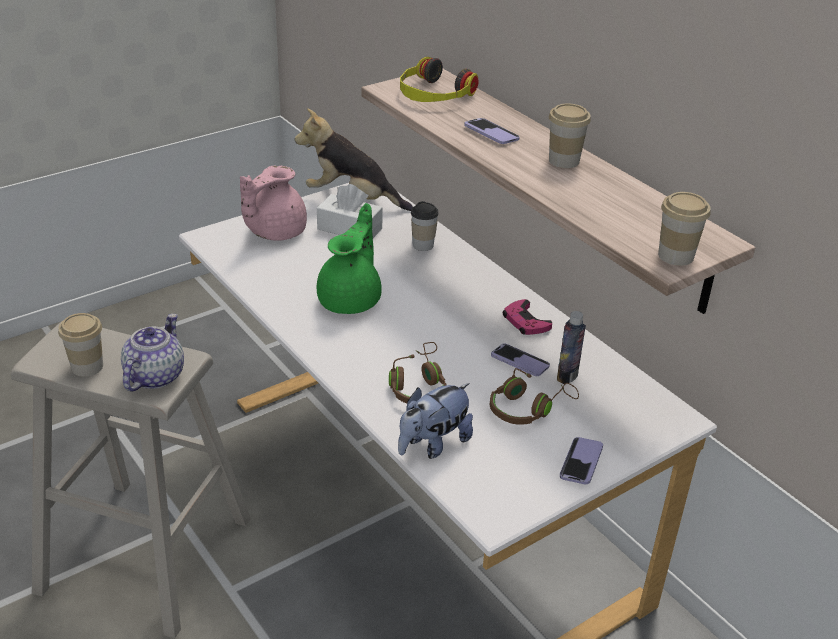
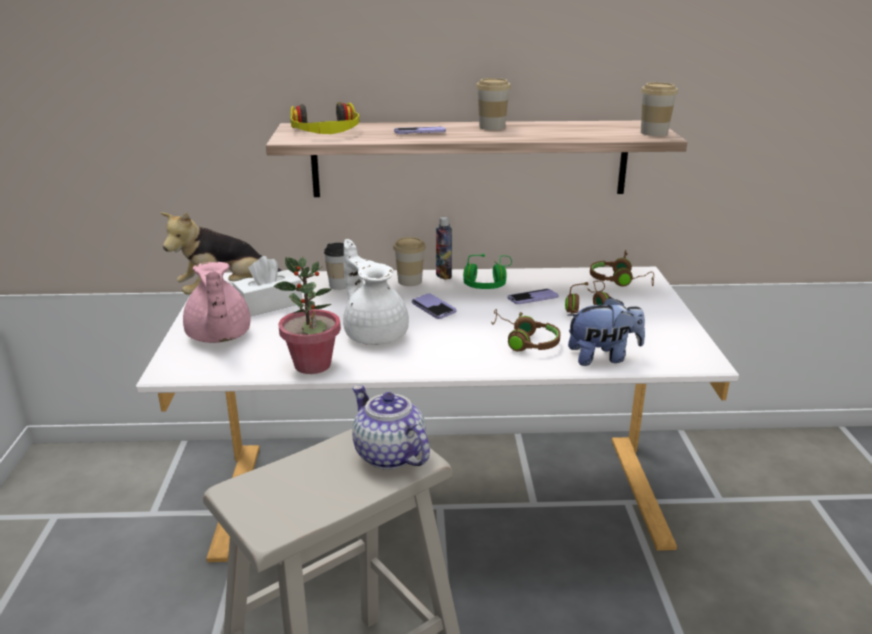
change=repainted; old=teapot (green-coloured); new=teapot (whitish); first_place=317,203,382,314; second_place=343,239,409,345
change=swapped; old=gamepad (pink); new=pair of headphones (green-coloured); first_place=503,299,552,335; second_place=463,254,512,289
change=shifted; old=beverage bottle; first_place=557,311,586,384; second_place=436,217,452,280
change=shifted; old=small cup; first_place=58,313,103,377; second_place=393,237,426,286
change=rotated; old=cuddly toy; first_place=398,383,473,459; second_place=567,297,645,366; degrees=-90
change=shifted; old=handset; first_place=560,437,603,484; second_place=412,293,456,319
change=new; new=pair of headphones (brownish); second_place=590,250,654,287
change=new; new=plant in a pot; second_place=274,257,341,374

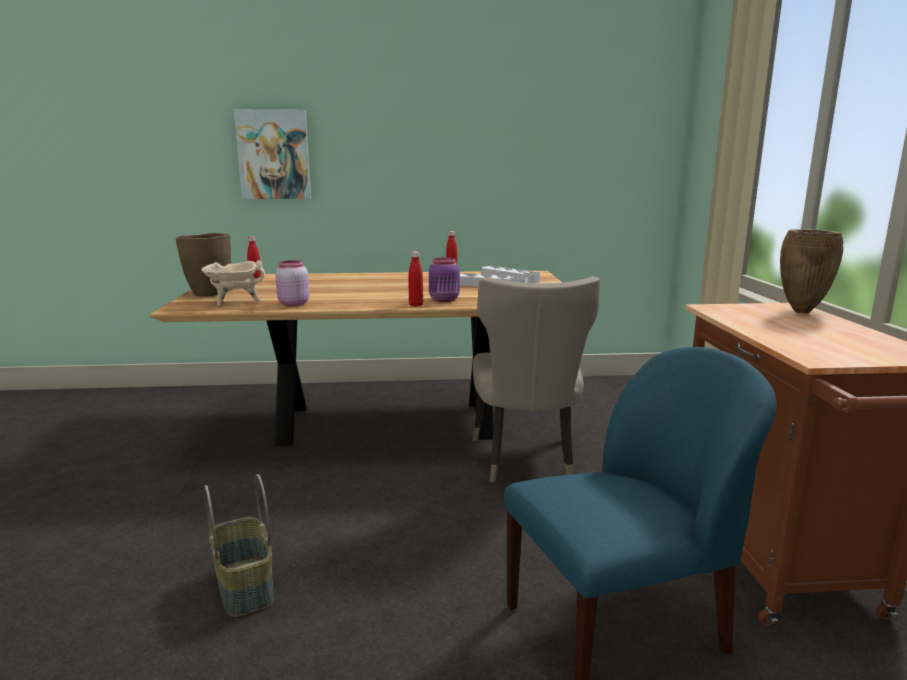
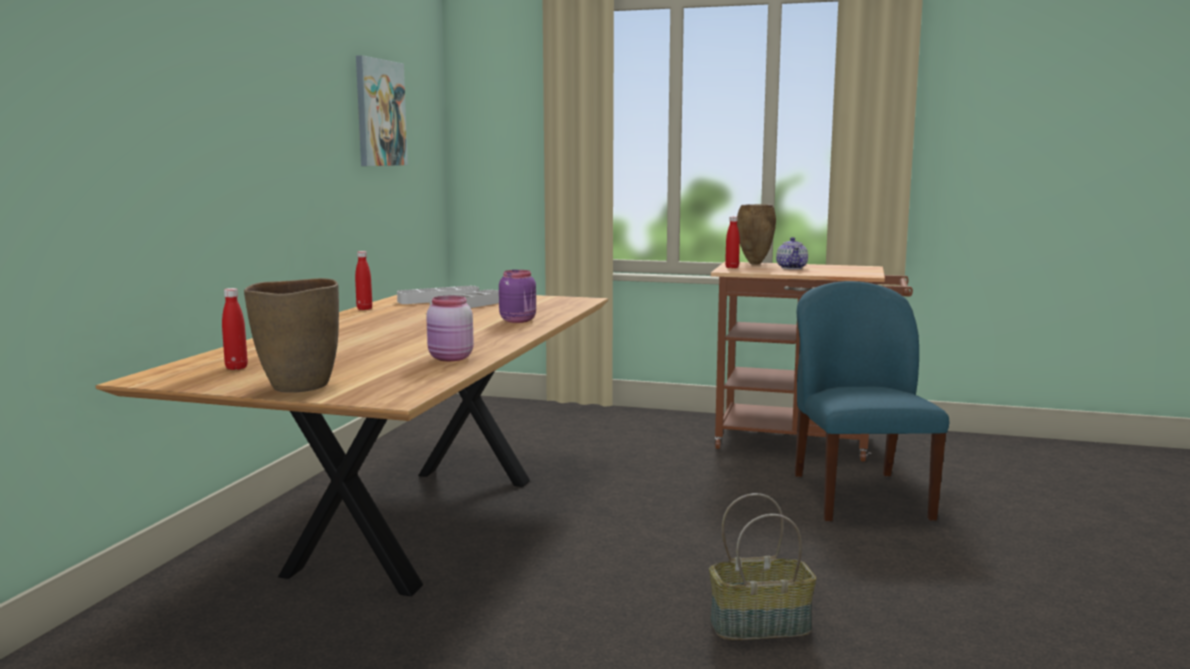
change=shifted; old=picture; first_place=234,109,311,199; second_place=356,55,408,166
change=shifted; old=beverage bottle (red-coloured); first_place=408,251,423,306; second_place=725,216,740,268
change=gone; old=cooking pot (beige-coloured); first_place=202,260,265,307
change=gone; old=chair (beige-coloured); first_place=473,276,600,482
change=new; new=teapot; second_place=776,237,808,269

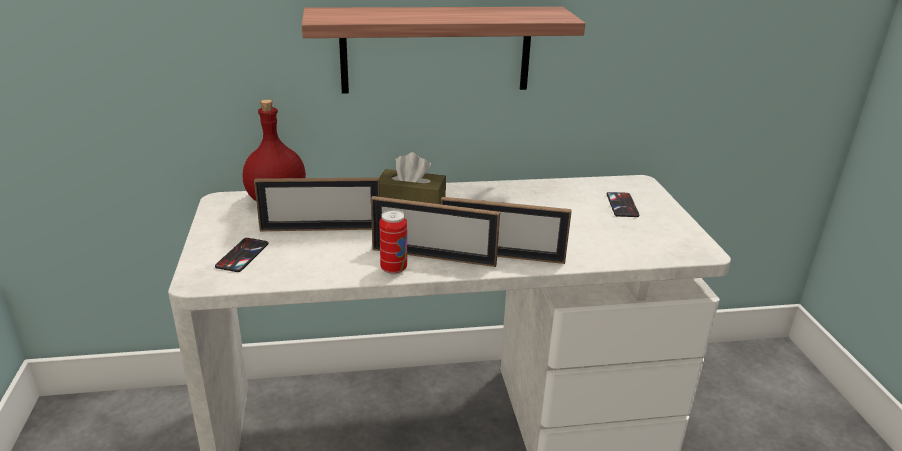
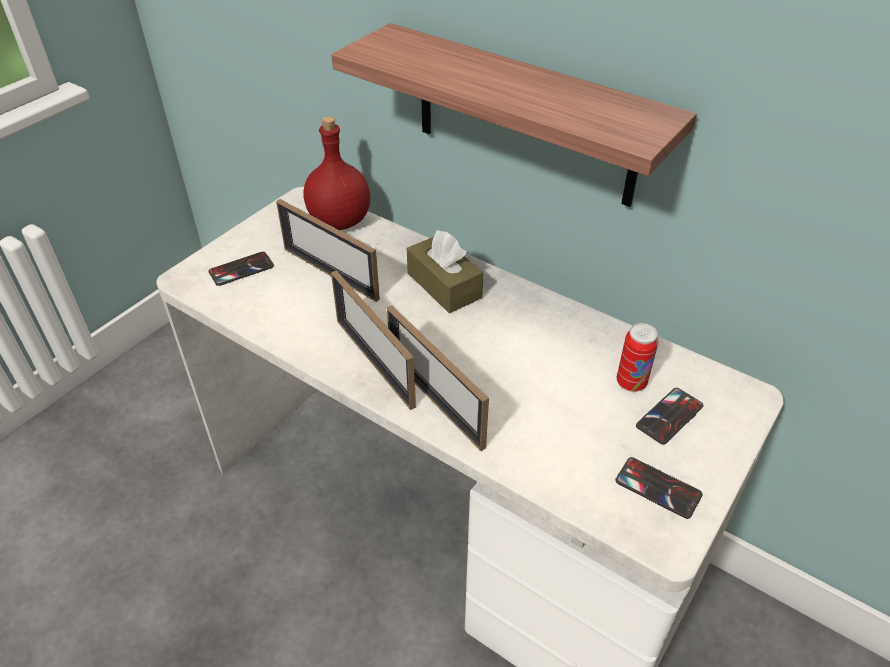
change=shifted; old=metal can; first_place=379,210,407,274; second_place=617,323,658,392
change=new; new=handset; second_place=615,457,702,519

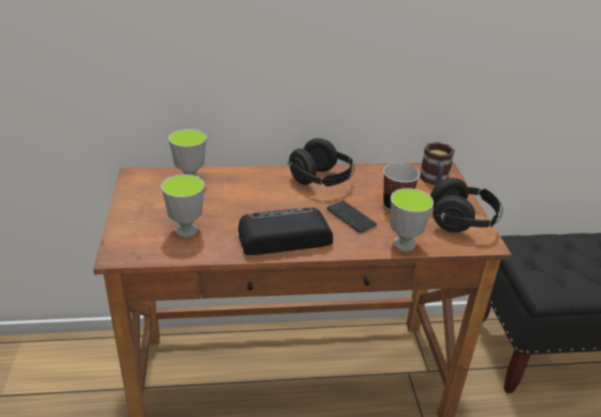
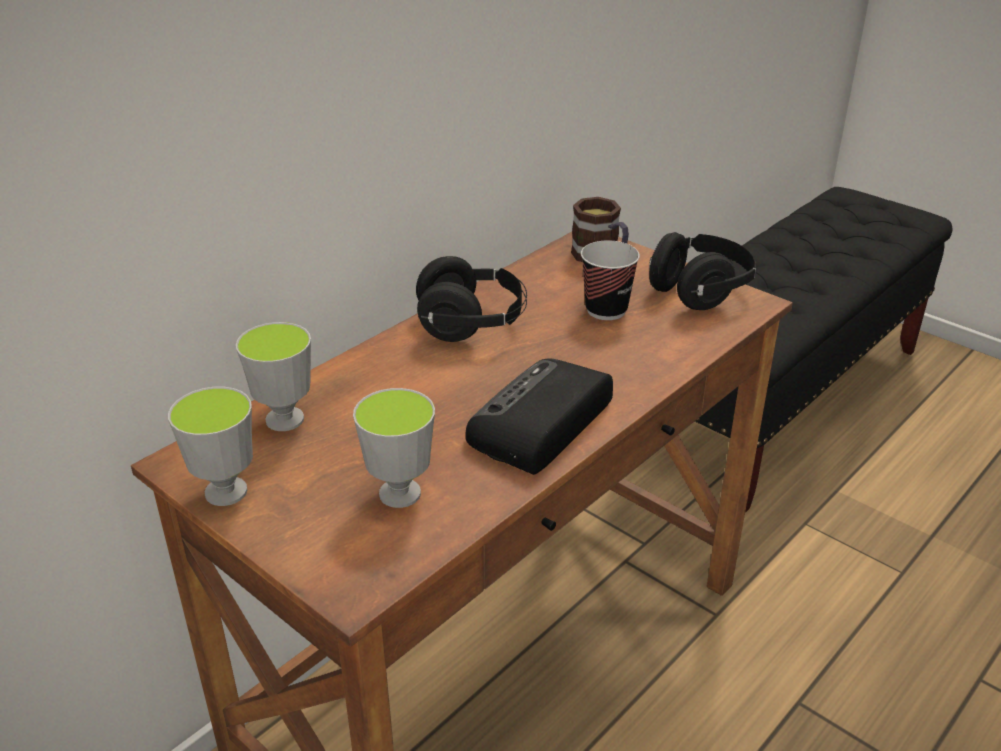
change=shifted; old=small cup; first_place=390,188,434,251; second_place=168,387,253,506
change=gone; old=handset; first_place=327,200,377,233

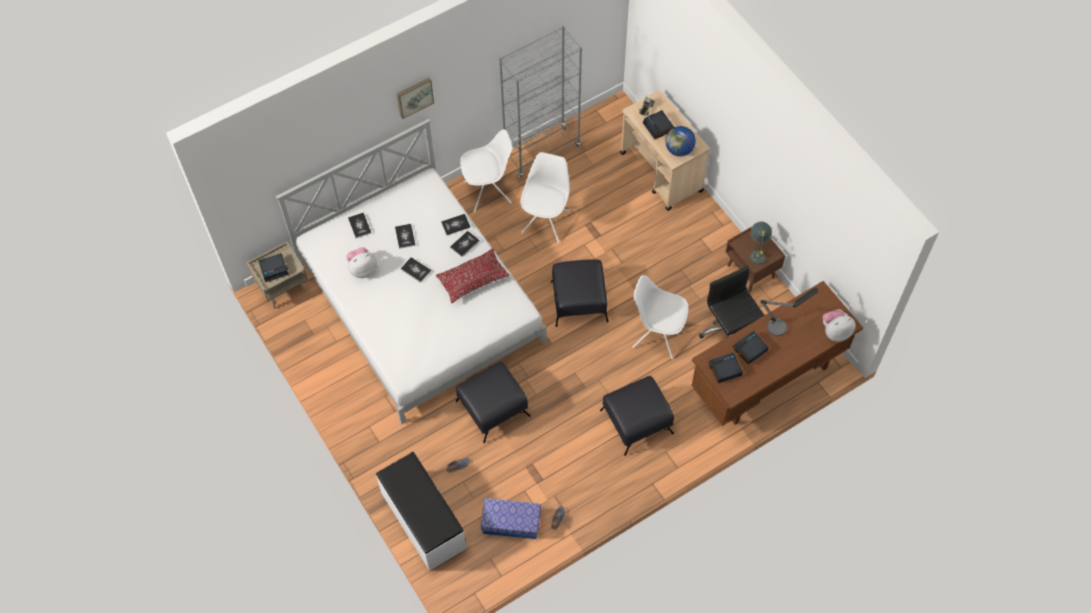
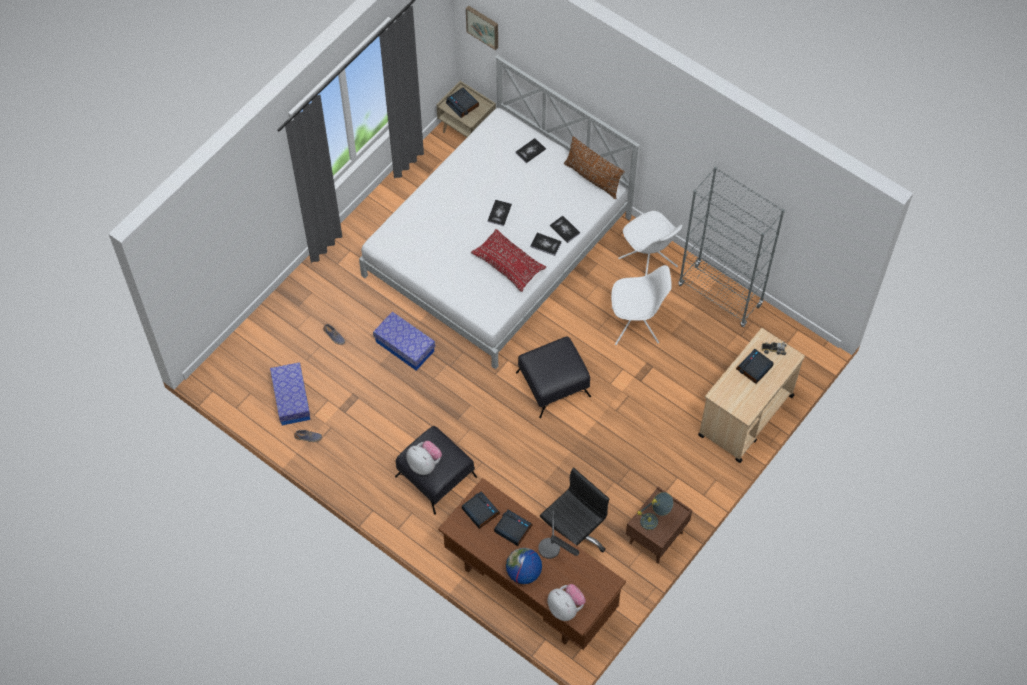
change=shifted; old=picture; first_place=397,78,434,119; second_place=466,6,498,50
change=shifted; old=world globe; first_place=665,126,696,156; second_place=506,548,542,584
change=gone; old=bound book; first_place=395,224,416,249
change=shifted; old=cuddly toy; first_place=346,247,377,278; second_place=406,441,442,475
change=gone; old=chair (whitish); first_place=632,275,688,359
change=swapped; old=ottoman (black); new=storage container; first_place=456,362,531,443; second_place=373,312,435,371
change=gone; old=indoor bench (whitish); first_place=376,452,467,571
change=new; new=cushion (brownish); second_place=564,136,625,199

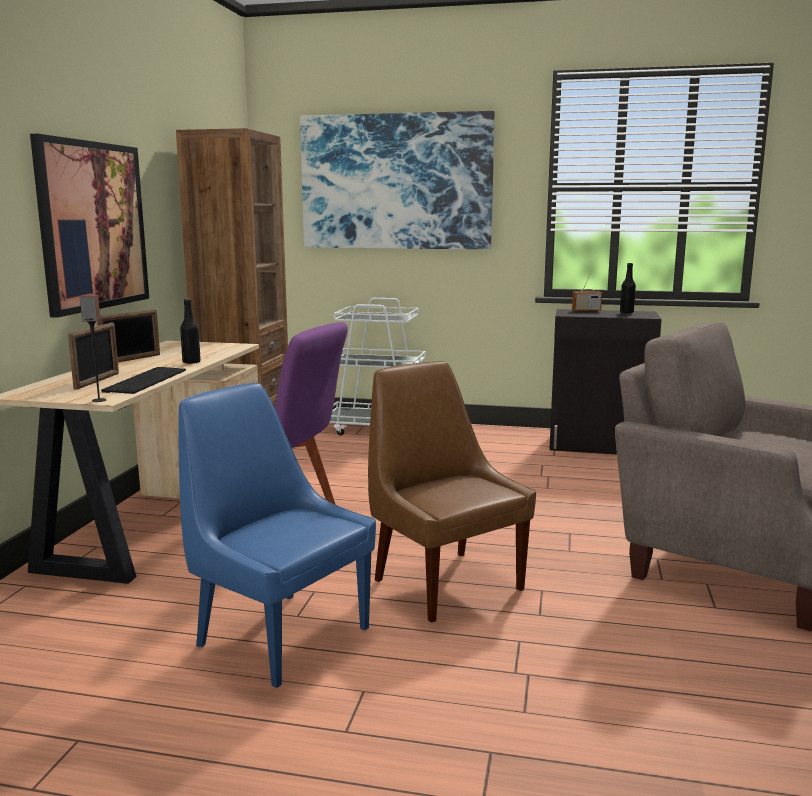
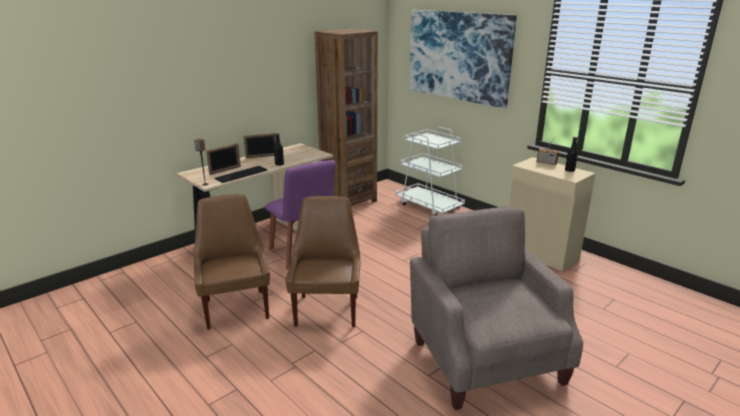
change=gone; old=picture; first_place=30,134,149,318
change=repainted; old=cupboard (black); new=cupboard (beige-coloured); first_place=550,309,662,454; second_place=509,157,596,271
change=repainted; old=chair (blue); new=chair (brownish); first_place=178,383,376,688; second_place=194,194,270,330

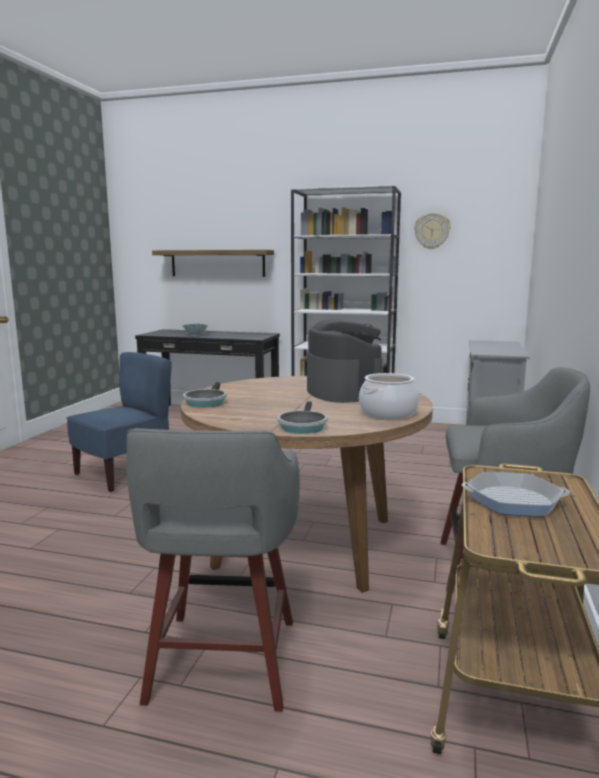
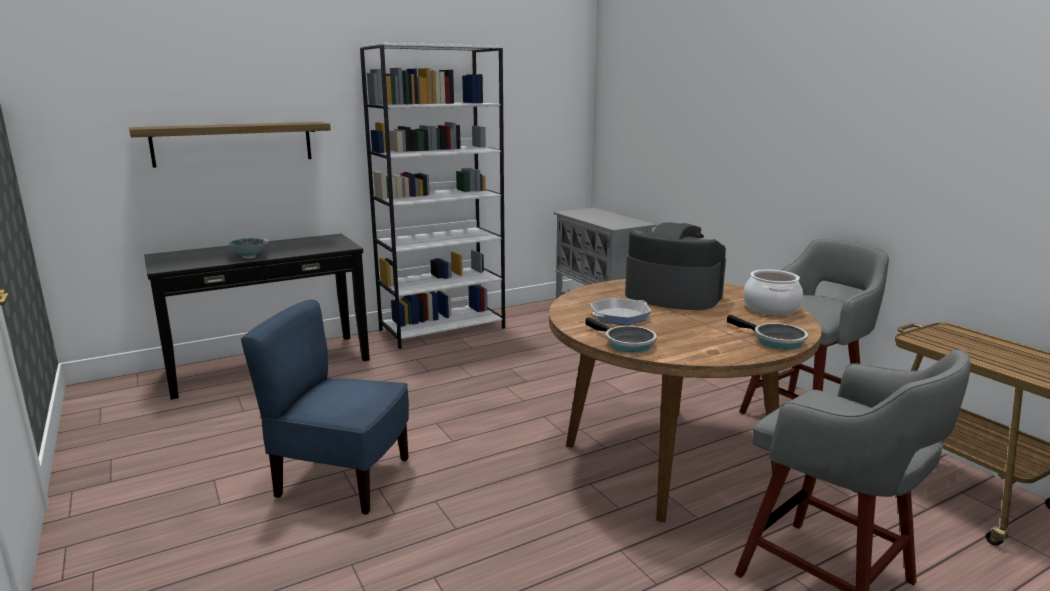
change=gone; old=wall clock; first_place=414,213,451,249
change=rotated; old=chair (blue); first_place=67,352,172,492; second_place=241,300,409,515; degrees=-75
change=shifted; old=pan; first_place=462,472,570,517; second_place=590,298,651,325

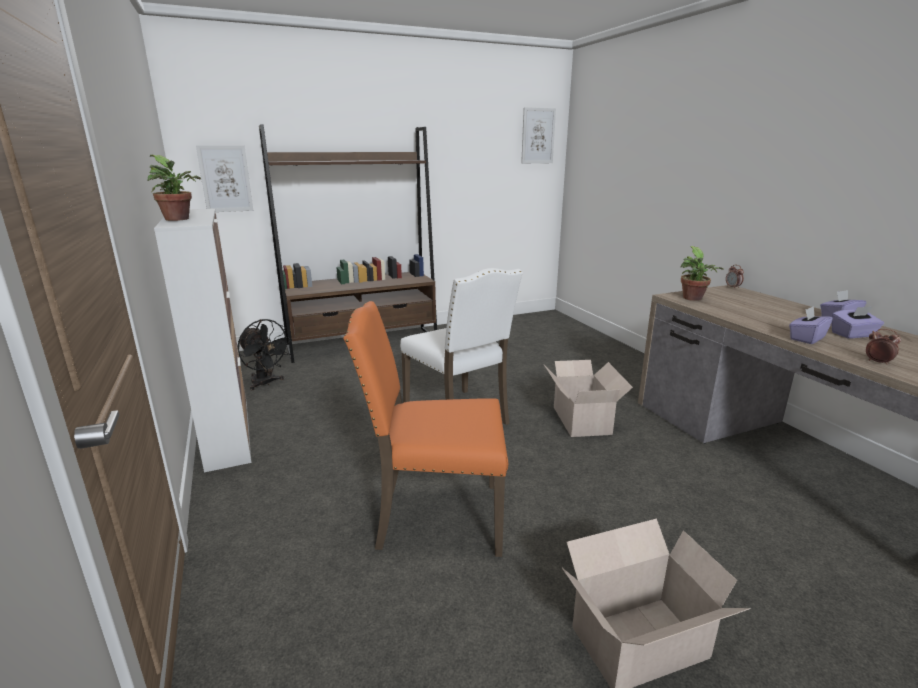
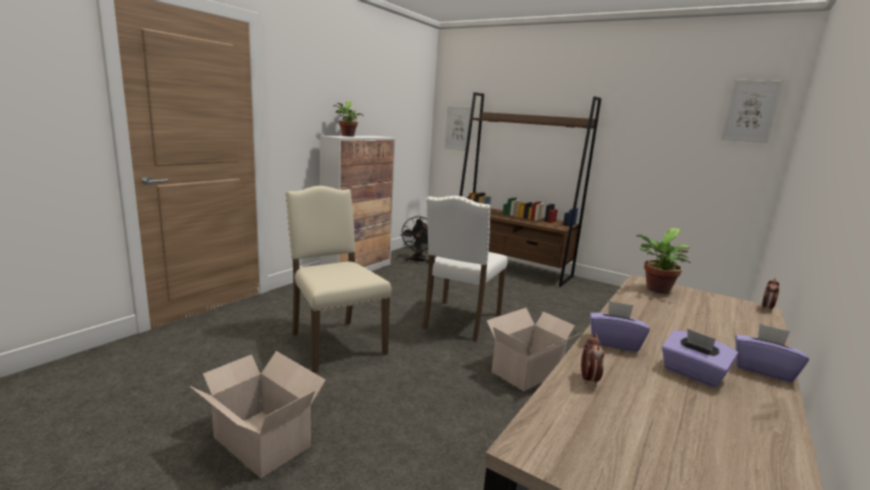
change=repainted; old=chair (orangey); new=chair (beige-coloured); first_place=343,301,508,557; second_place=286,186,391,373

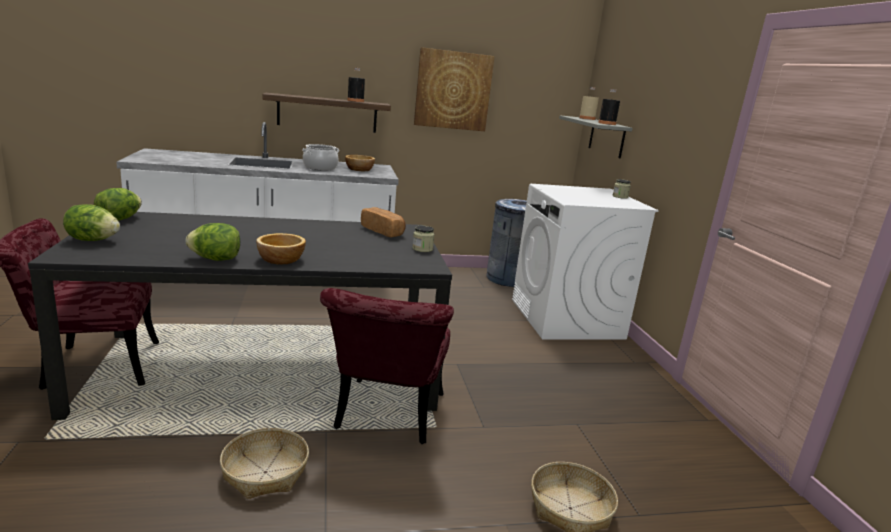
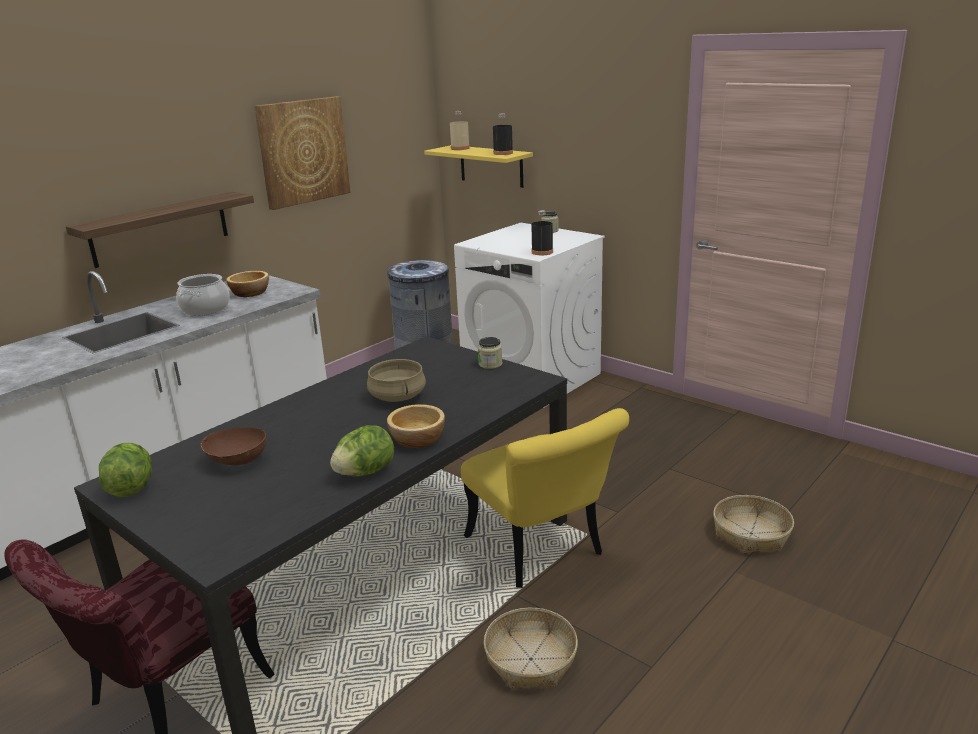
change=shifted; old=beverage bottle (black); first_place=347,68,365,102; second_place=531,210,553,255
change=repainted; old=shelf (greyish); new=shelf (yellowish); first_place=559,115,633,159; second_place=424,145,533,188
change=gone; old=lettuce head; first_place=63,204,120,241
change=gone; old=baked bread; first_place=361,207,406,237
change=repainted; old=chair (red-coloured); new=chair (yellowish); first_place=320,288,454,444; second_place=461,408,629,588
change=new; new=cooking pot (beige-coloured); second_place=367,359,426,402
change=new; new=deep dish (brownish); second_place=201,427,266,465

